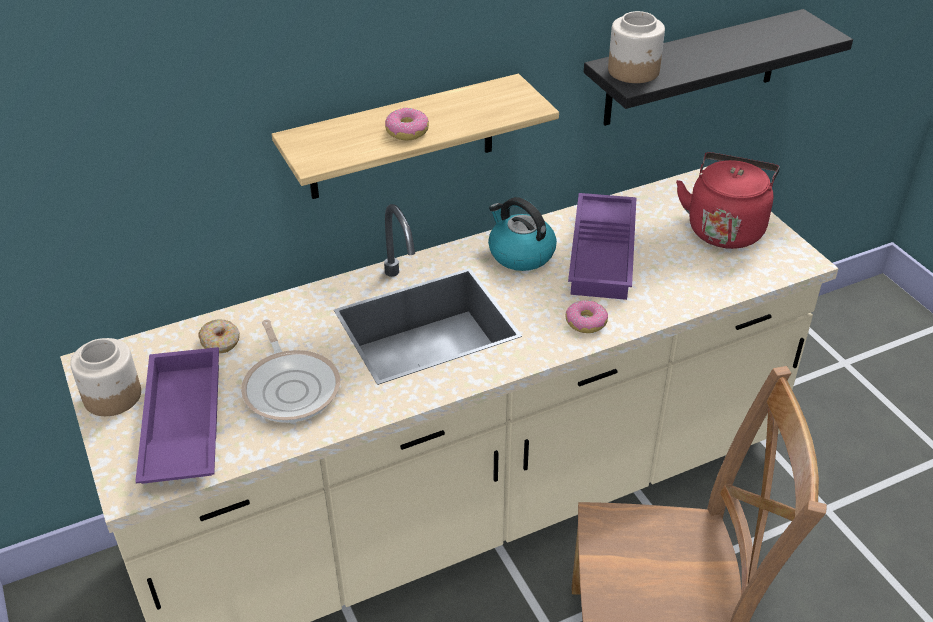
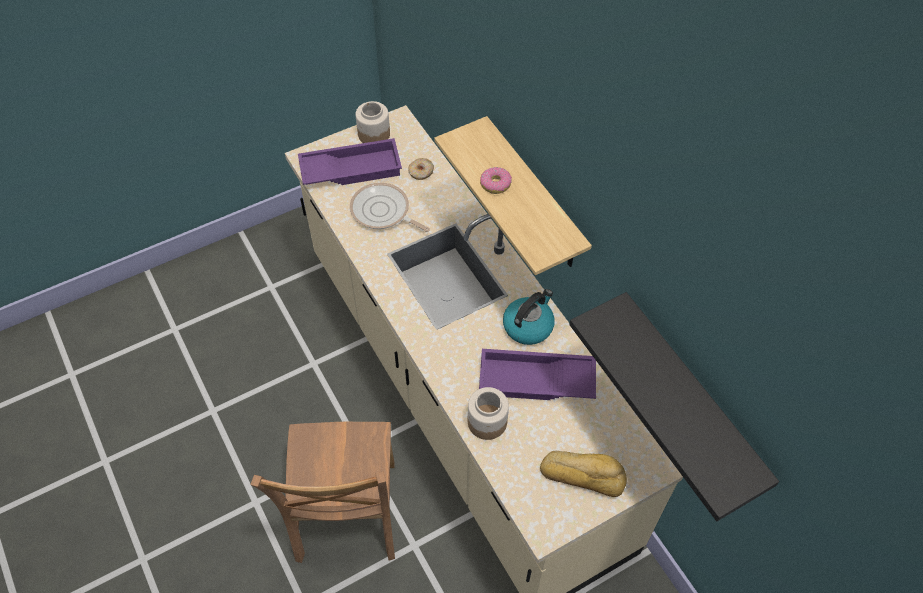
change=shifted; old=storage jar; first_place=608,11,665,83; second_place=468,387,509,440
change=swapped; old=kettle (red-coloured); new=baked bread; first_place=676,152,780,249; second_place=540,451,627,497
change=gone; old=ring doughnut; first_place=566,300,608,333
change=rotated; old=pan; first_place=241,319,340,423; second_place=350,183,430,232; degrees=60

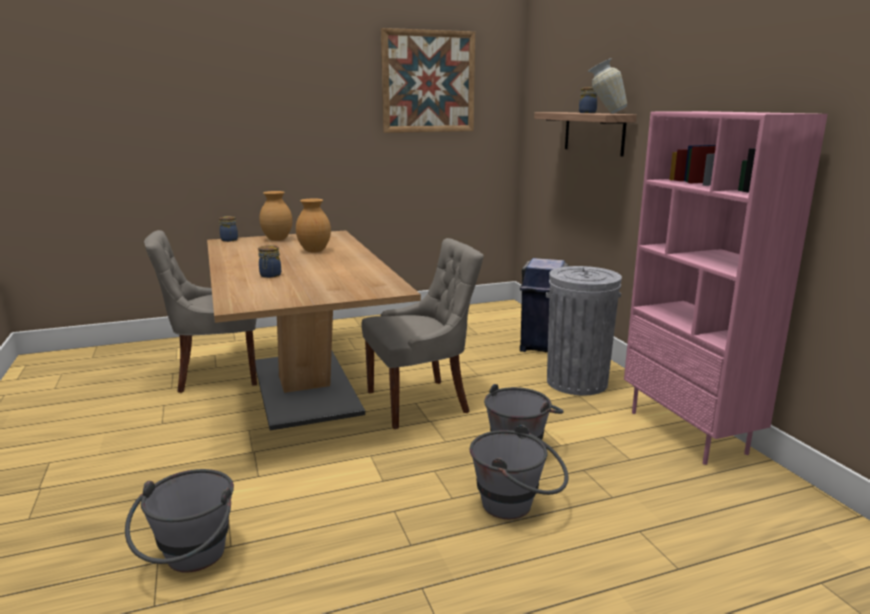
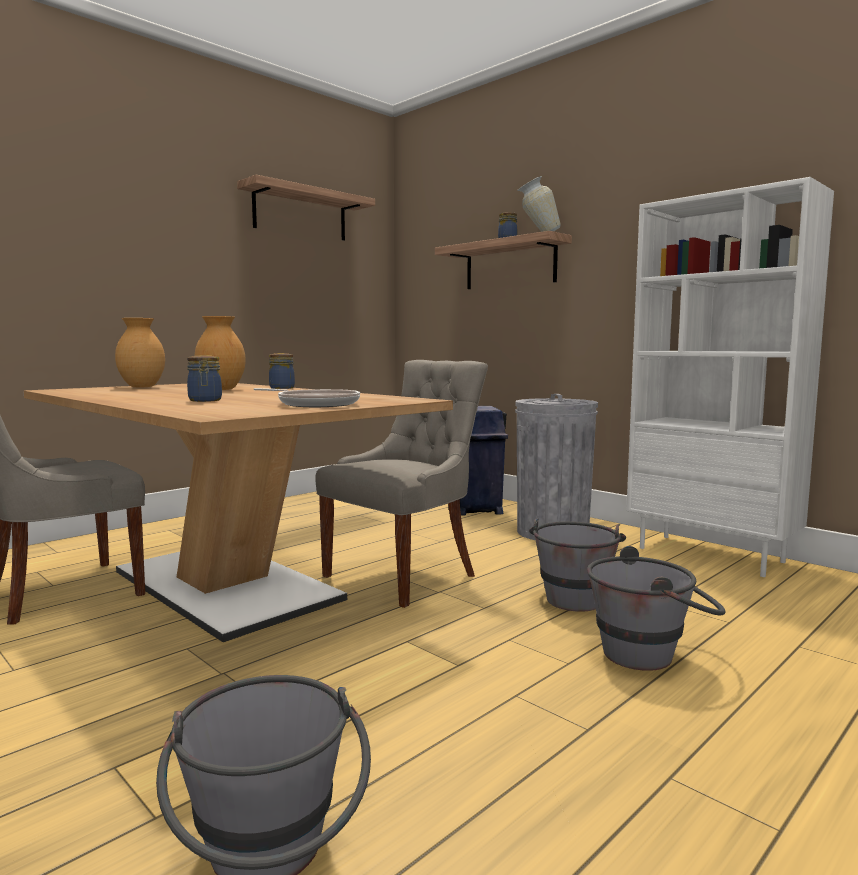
change=swapped; old=picture; new=shelf; first_place=381,28,475,133; second_place=237,175,375,241
change=repainted; old=shelving unit (pink); new=shelving unit (whitish); first_place=624,111,828,465; second_place=626,177,834,577
change=shifted; old=storage jar; first_place=219,216,238,242; second_place=269,353,295,389
change=new; new=pan; second_place=254,388,360,407

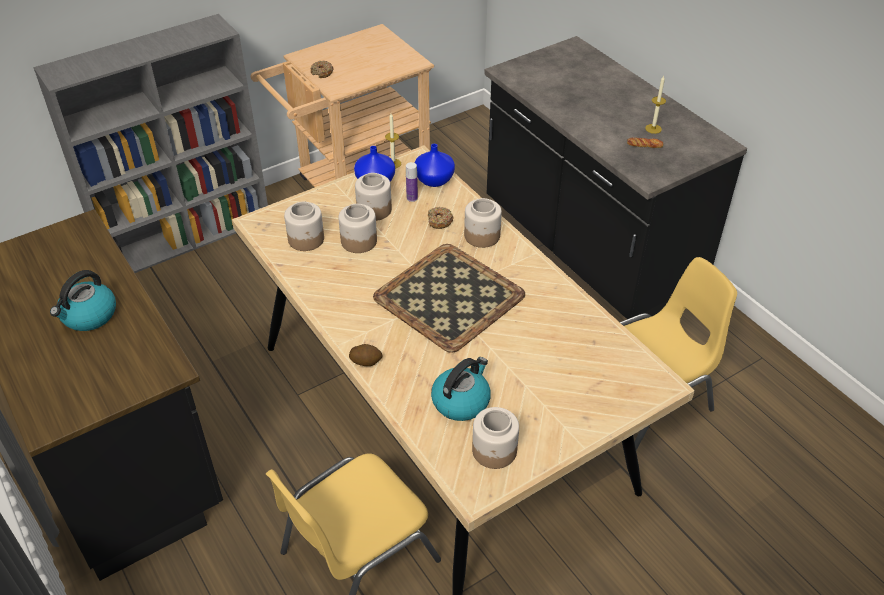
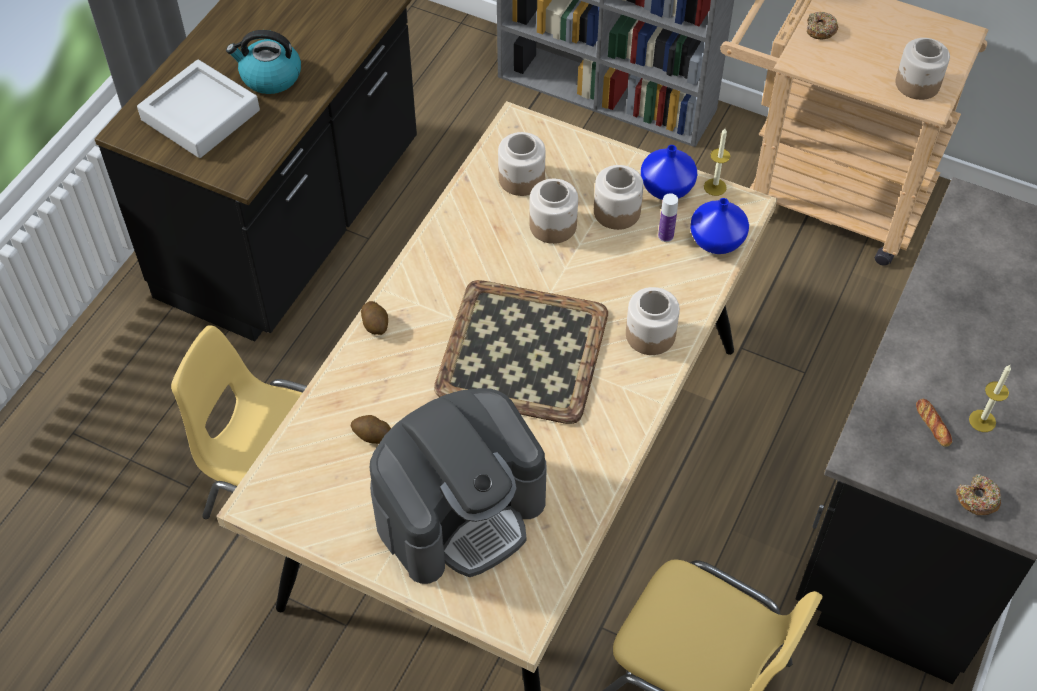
change=shifted; old=ring doughnut; first_place=428,207,454,229; second_place=956,474,1001,515
change=swapped; old=kettle; new=spud; first_place=431,357,491,421; second_place=351,415,391,444
change=shifted; old=storage jar; first_place=472,407,519,469; second_place=895,38,950,100
change=new; new=tray (greyish); second_place=137,60,260,158
change=new; new=coffee maker; second_place=370,388,547,584

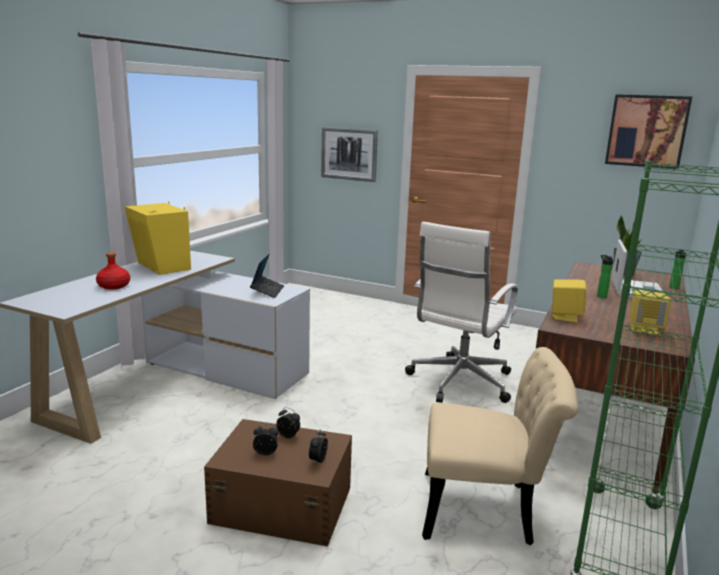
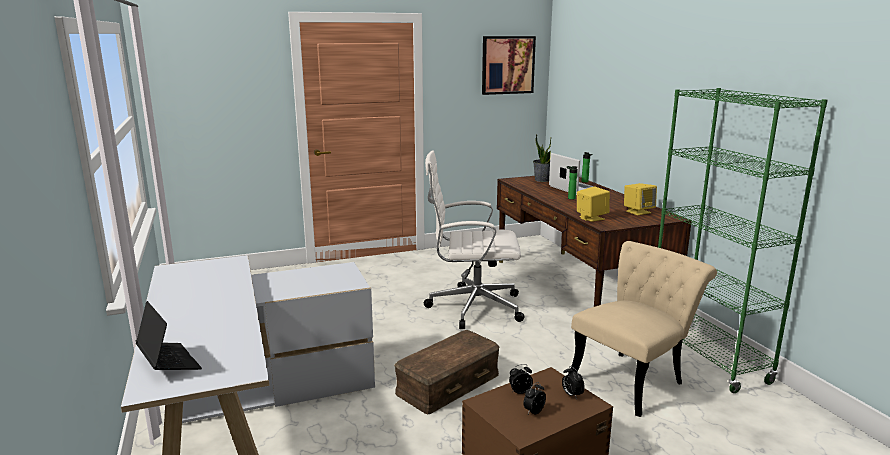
change=gone; old=picture; first_place=321,127,378,182
change=gone; old=loudspeaker (yellowish); first_place=125,201,191,275
change=rotated; old=computer chair (whitish); first_place=405,221,518,403; second_place=424,151,525,329; degrees=105
change=gone; old=beverage bottle (red-coloured); first_place=96,252,130,290
change=shifted; old=portable computer; first_place=250,253,284,298; second_place=135,301,202,370
change=new; new=storage container (brownish); second_place=394,330,500,414

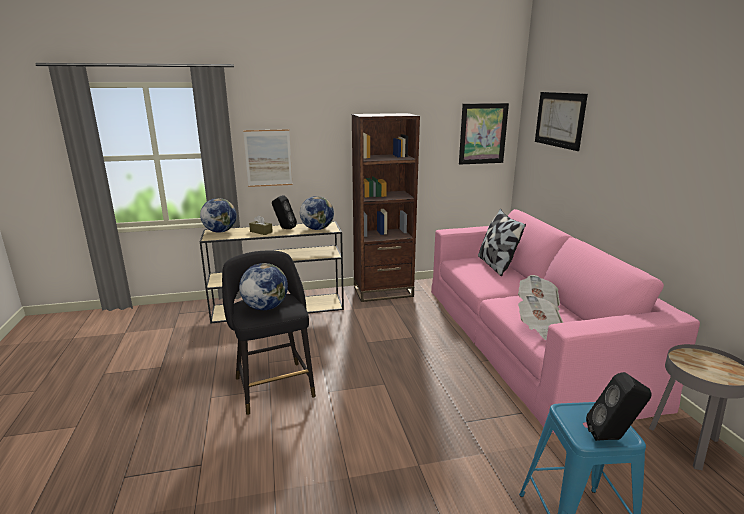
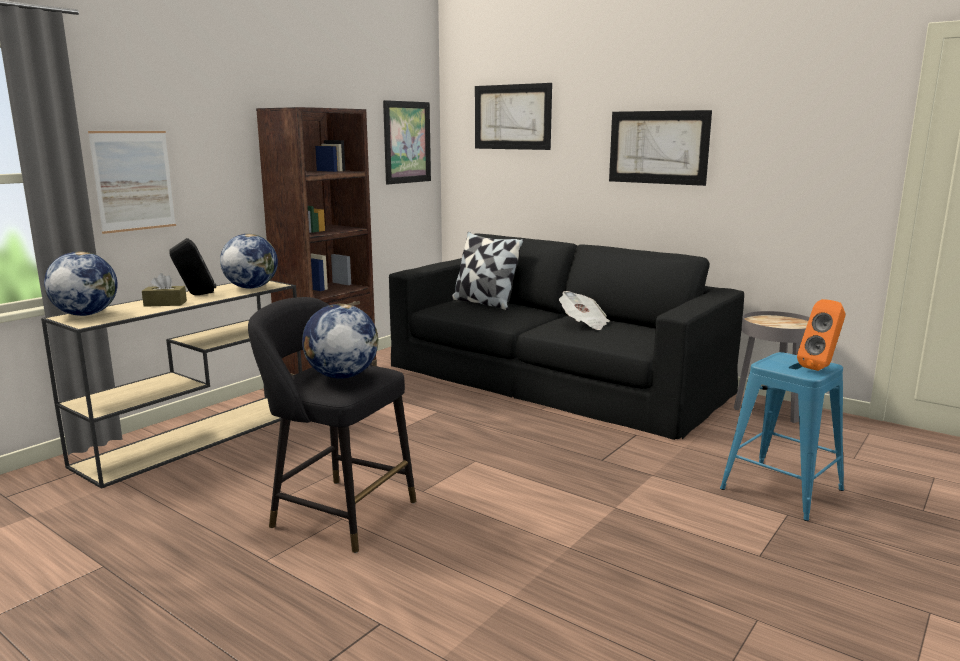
change=repainted; old=sofa (pink); new=sofa (black); first_place=431,209,700,434; second_place=389,233,744,440
change=gone; old=daily paper; first_place=518,295,563,340
change=repainted; old=loudspeaker (black); new=loudspeaker (orangey); first_place=586,372,652,441; second_place=797,299,846,371
change=new; new=picture; second_place=609,110,712,186

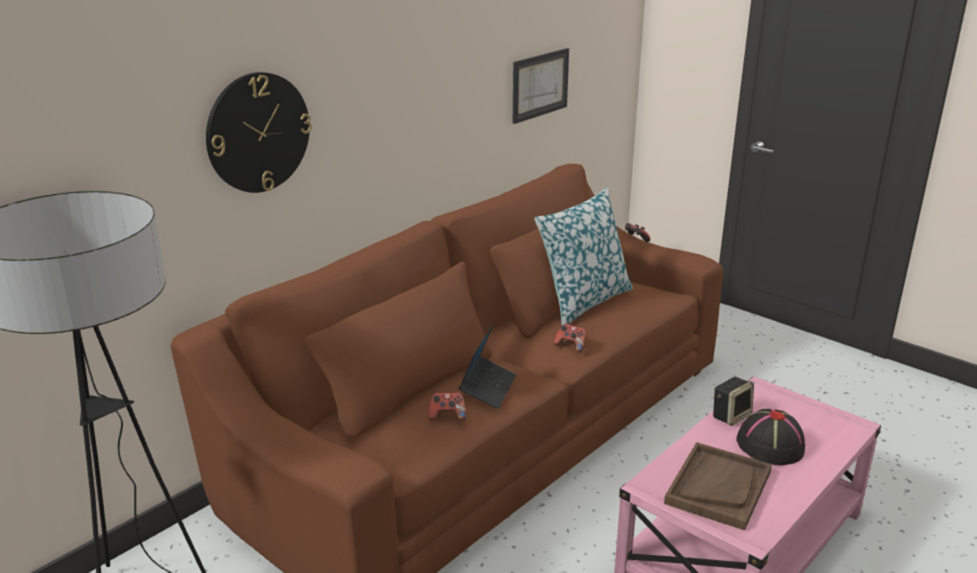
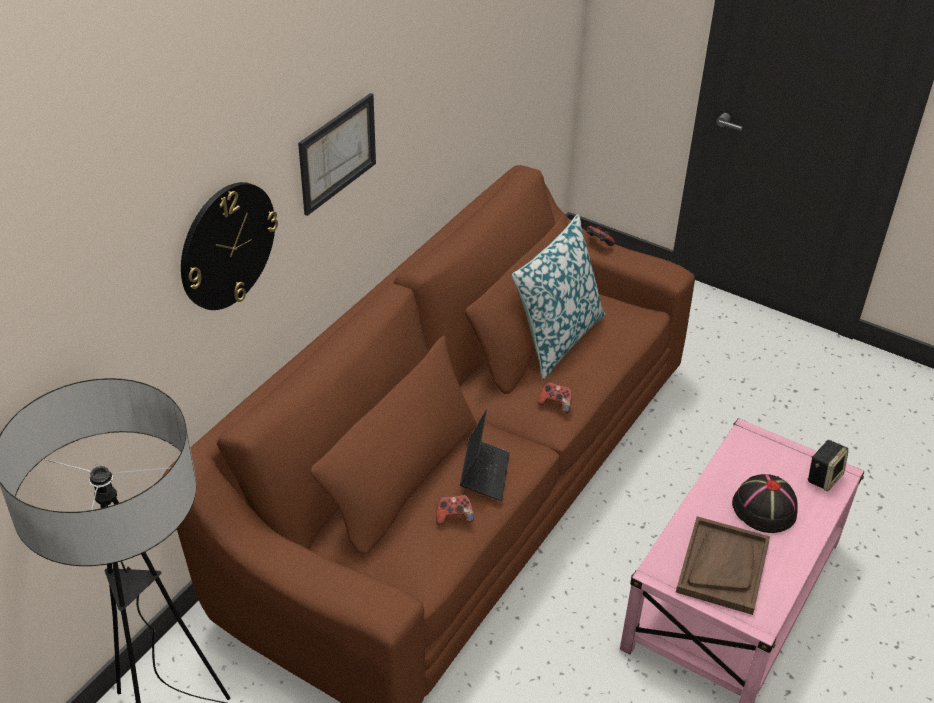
change=shifted; old=picture; first_place=513,48,569,124; second_place=298,93,376,216
change=shifted; old=loudspeaker; first_place=713,377,754,426; second_place=808,440,848,491

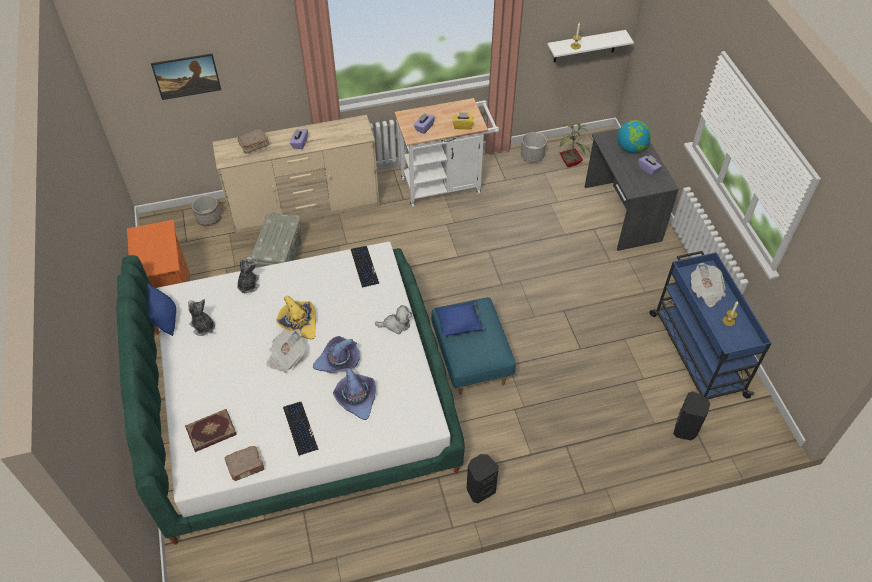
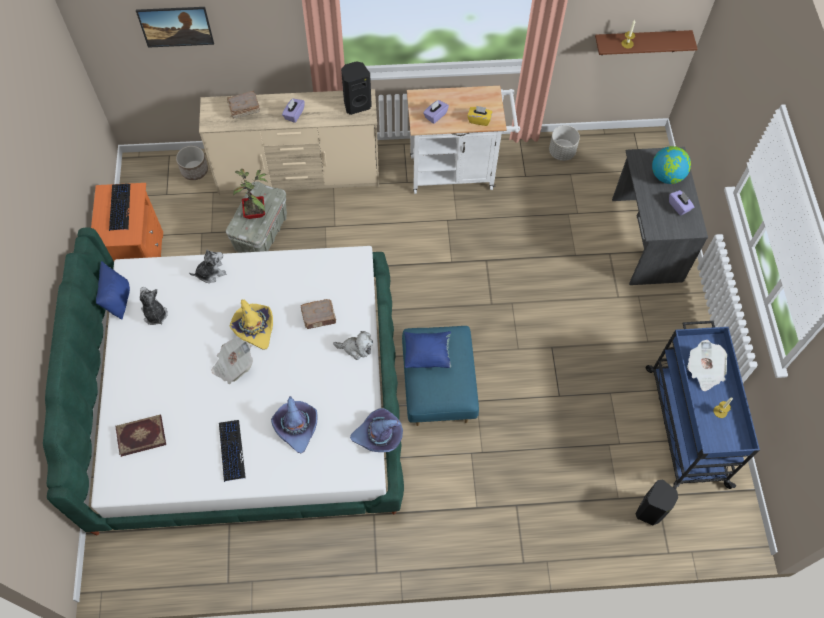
change=repainted; old=shelf (whitish); new=shelf (brownish); first_place=547,30,634,62; second_place=595,30,698,55
change=shifted; old=plant in a pot; first_place=560,123,590,167; second_place=233,169,268,219
change=shifted; old=computer keyboard; first_place=351,246,379,288; second_place=109,184,130,231
change=rotated; old=cuddly toy; first_place=237,257,260,293; second_place=189,250,226,283; degrees=45
change=shifted; old=hat (purple); first_place=313,336,360,373; second_place=350,408,403,452
change=shifted; old=bound book (brownish); first_place=225,446,264,481; second_place=301,299,336,329
change=shifted; old=loudspeaker (black); first_place=466,454,499,503; second_place=341,61,372,115

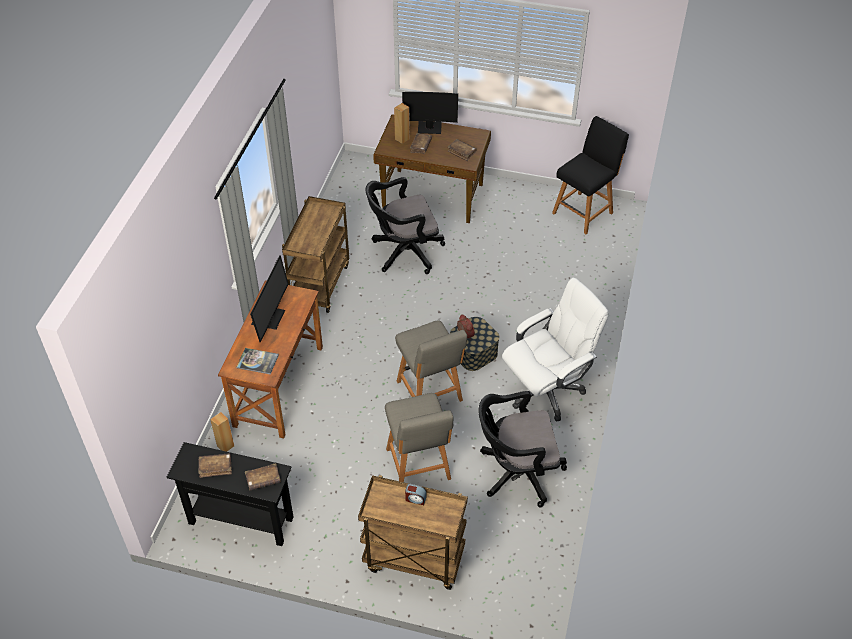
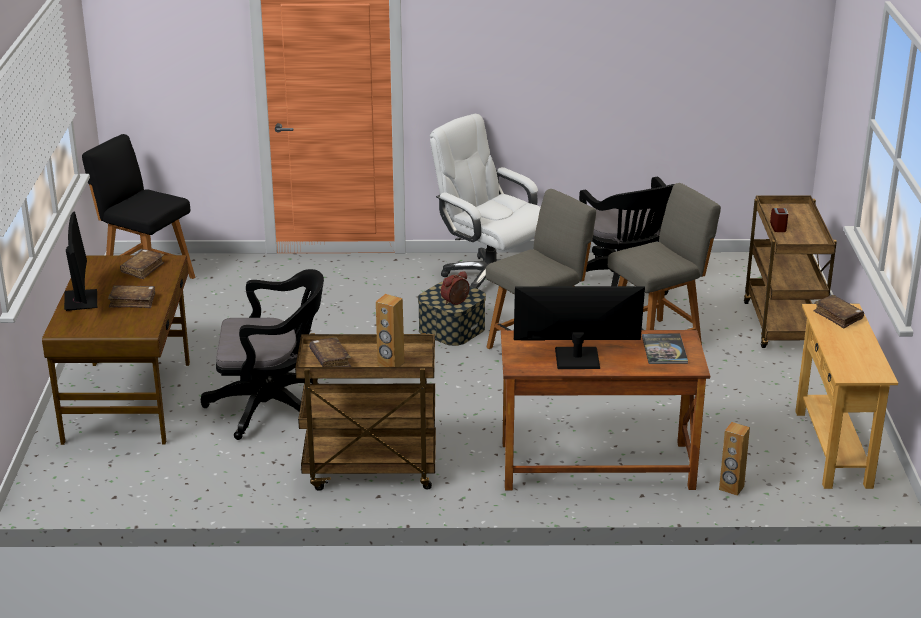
change=shifted; old=loudspeaker (brownish); first_place=394,103,410,144; second_place=376,294,404,367
change=rotated; old=computer chair (black); first_place=366,177,445,274; second_place=201,269,324,440; degrees=-60
change=repainted; old=narrow table (black); new=narrow table (beige-coloured); first_place=167,442,294,546; second_place=795,304,898,489
change=shifted; old=bound book (brownish); first_place=198,453,232,478; second_place=309,337,351,367

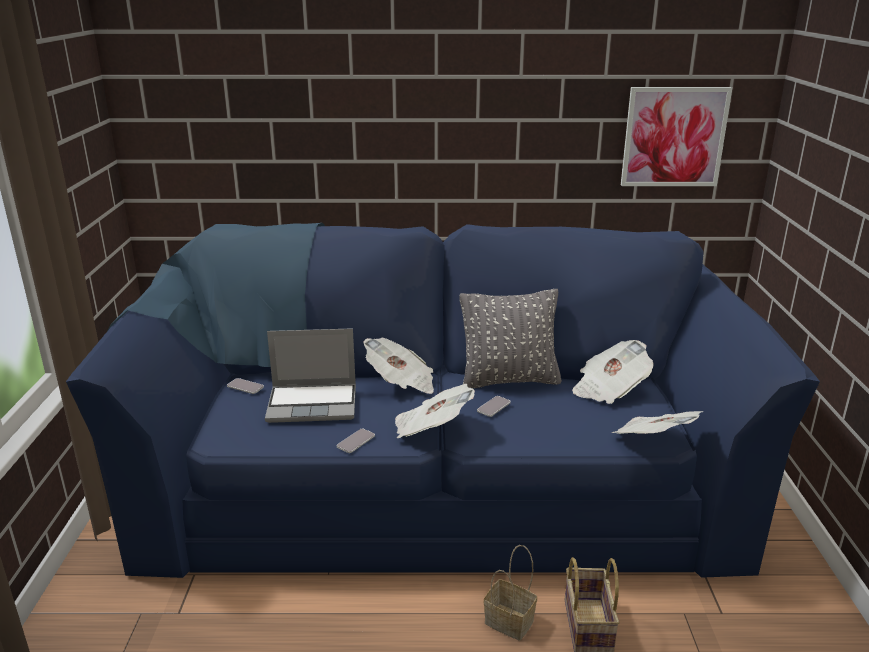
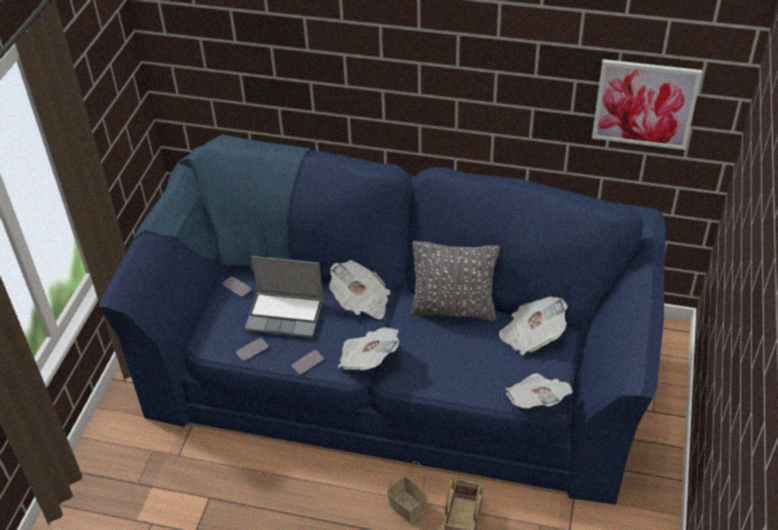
change=shifted; old=handset; first_place=477,396,511,417; second_place=236,338,268,361

